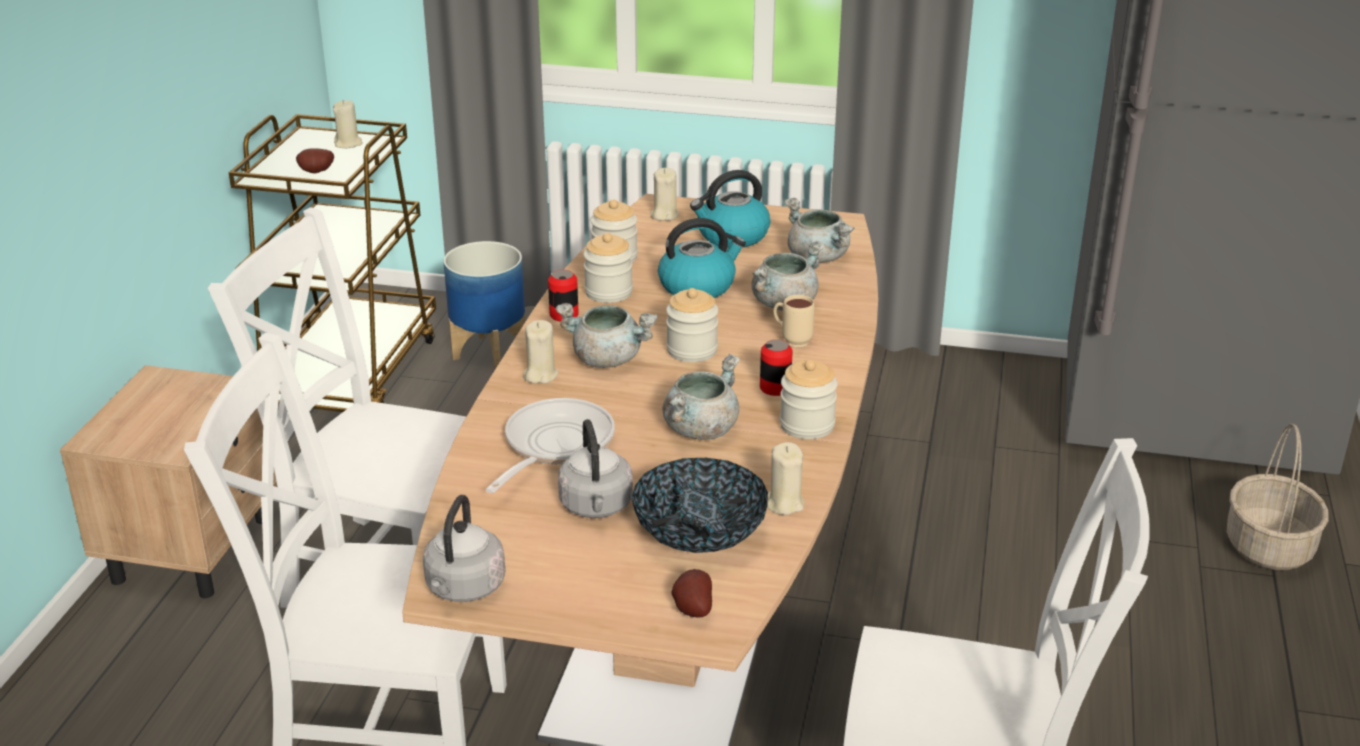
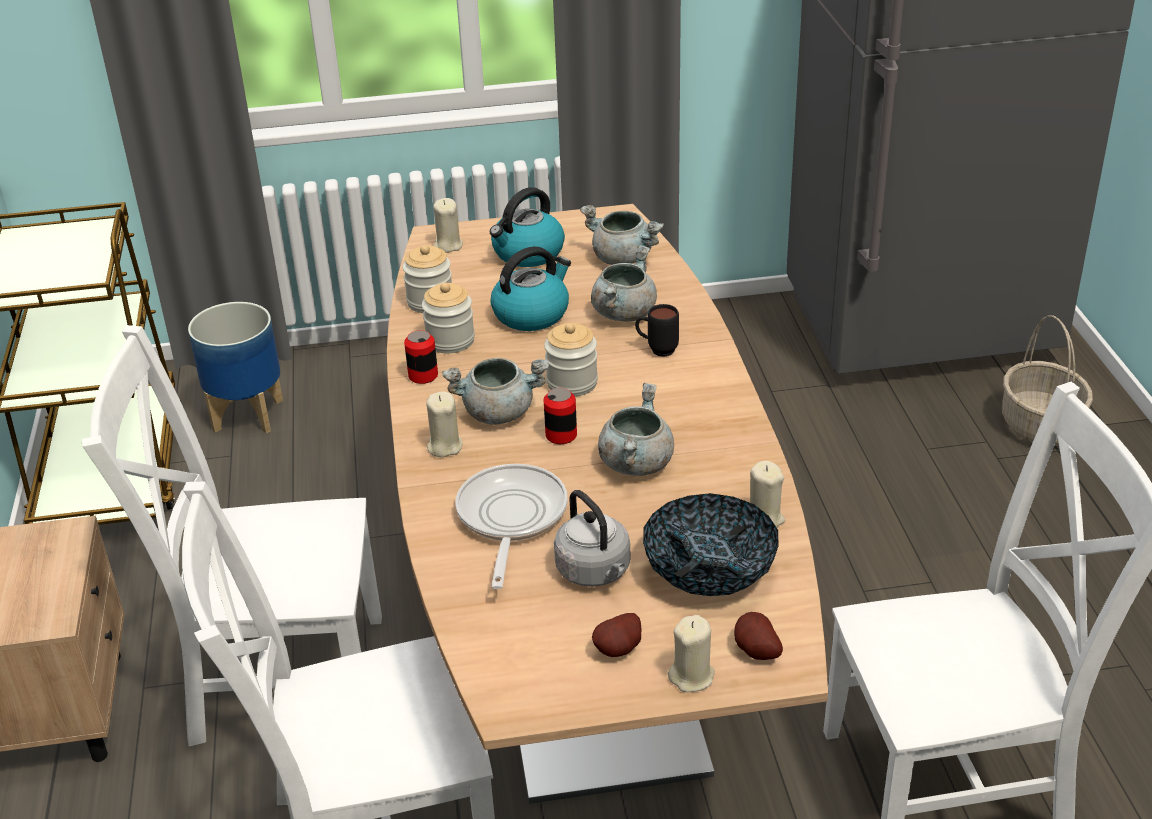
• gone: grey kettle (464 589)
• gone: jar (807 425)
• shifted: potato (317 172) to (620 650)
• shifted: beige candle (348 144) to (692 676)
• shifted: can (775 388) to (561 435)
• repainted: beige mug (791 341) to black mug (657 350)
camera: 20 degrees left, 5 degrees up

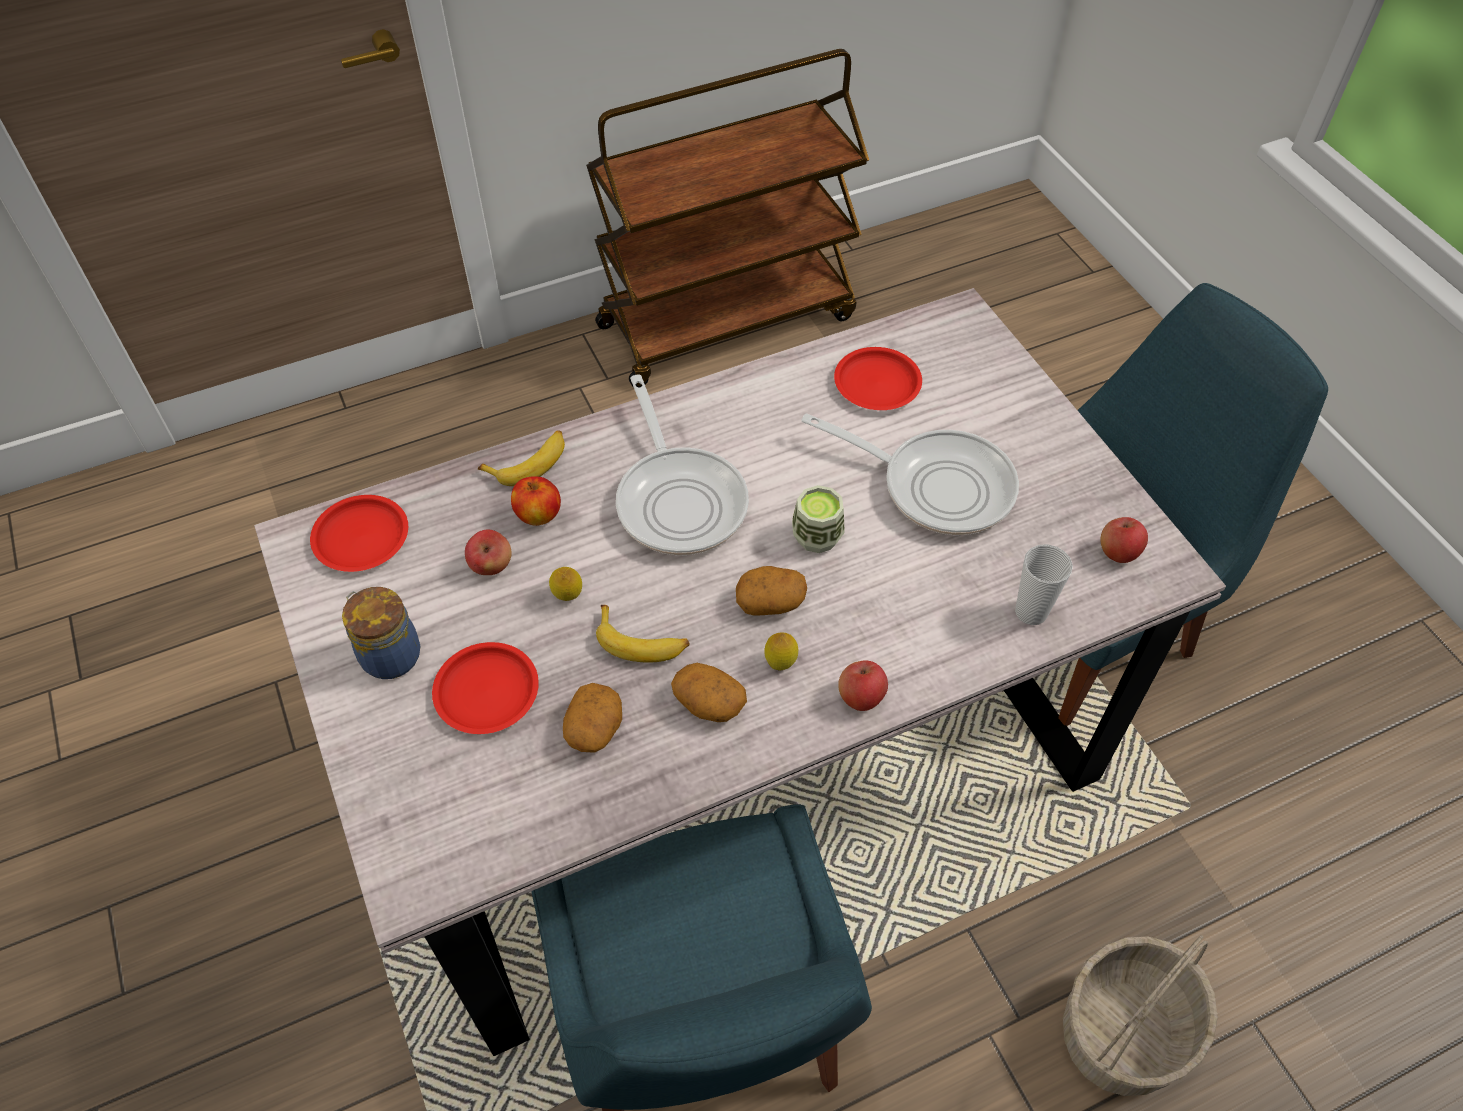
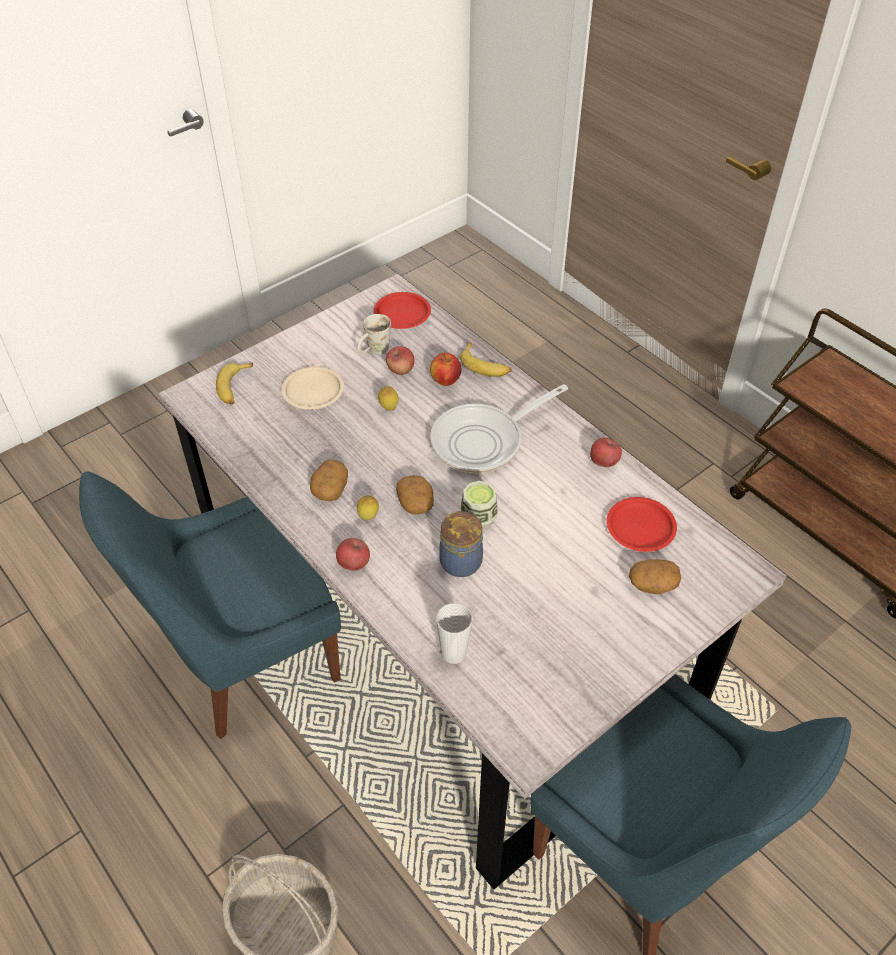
• gone: frying pan (936 485)
• new: white mug (374 351)
• shifted: jar (389 654) to (462 560)
• shifted: potato (594 729) to (652 584)
• shifted: banana (642 641) to (234 388)
• shifted: apple (1118 552) to (603 462)
• repainted: red plate (487 691) to beige plate (313 392)
camera: 75 degrees right, 5 degrees down

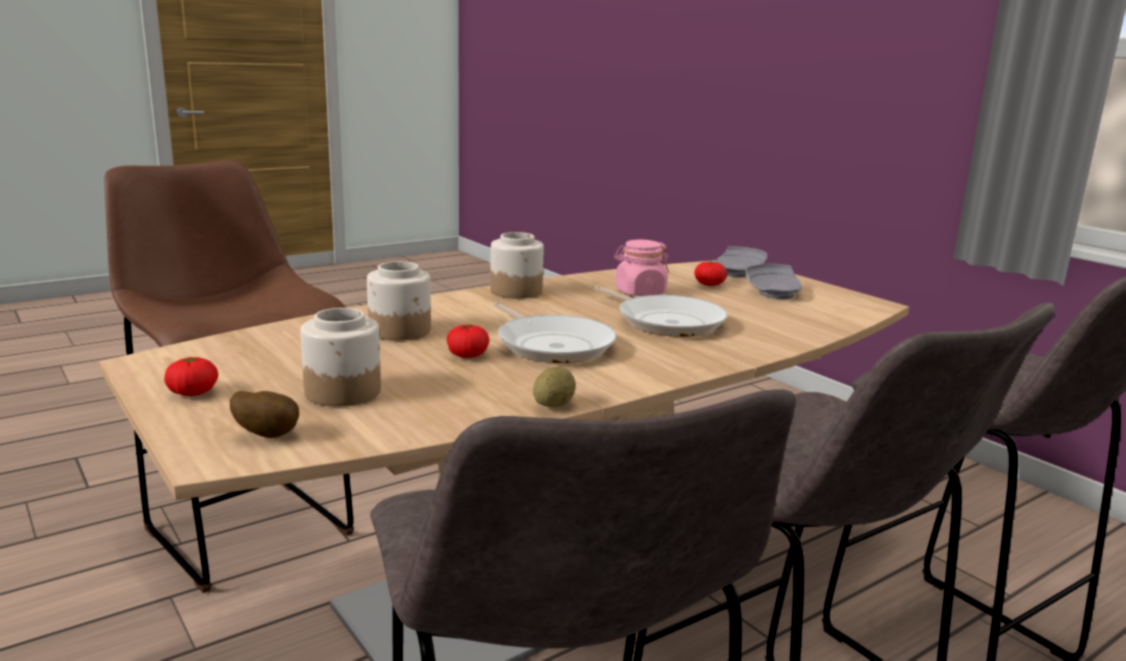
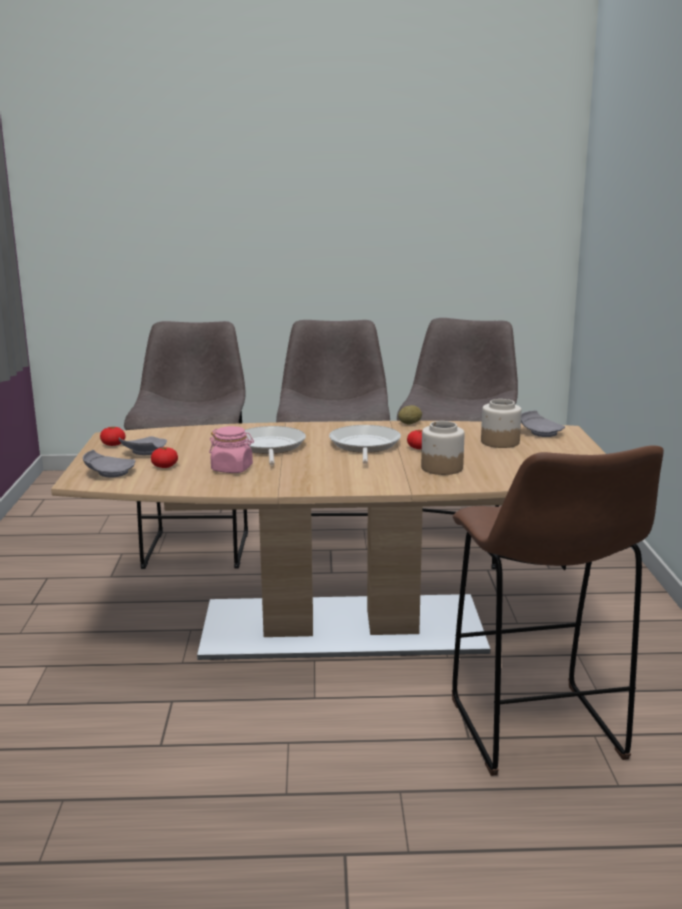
• gone: jar (516 291)
• shifted: tomato (193 393) to (113 444)
• swapped: potato (268 435) to grey plate (540 432)
camera: 145 degrees left, 0 degrees up

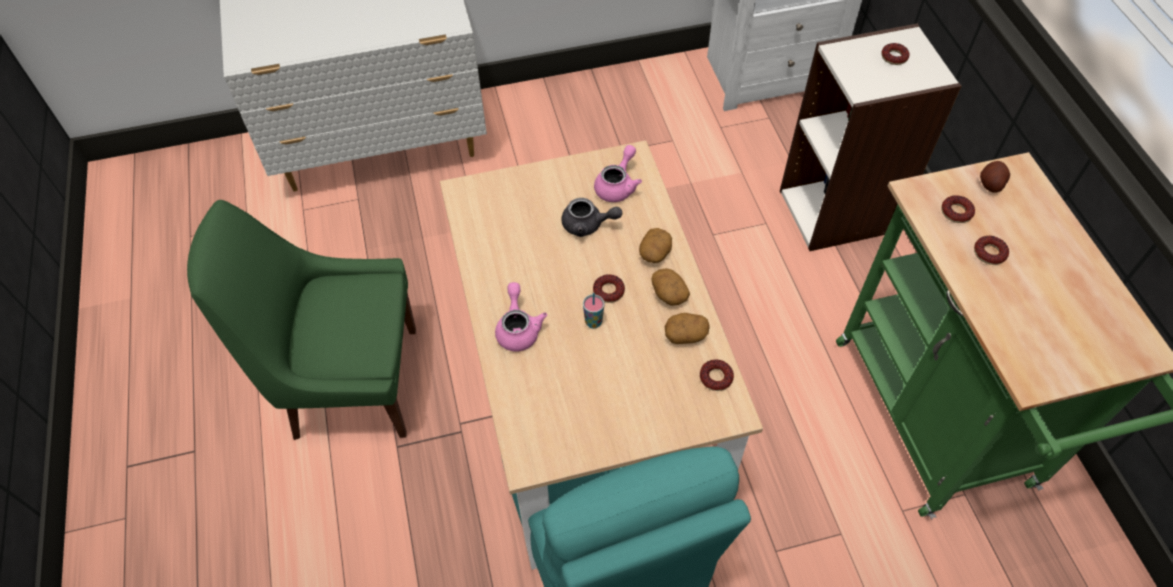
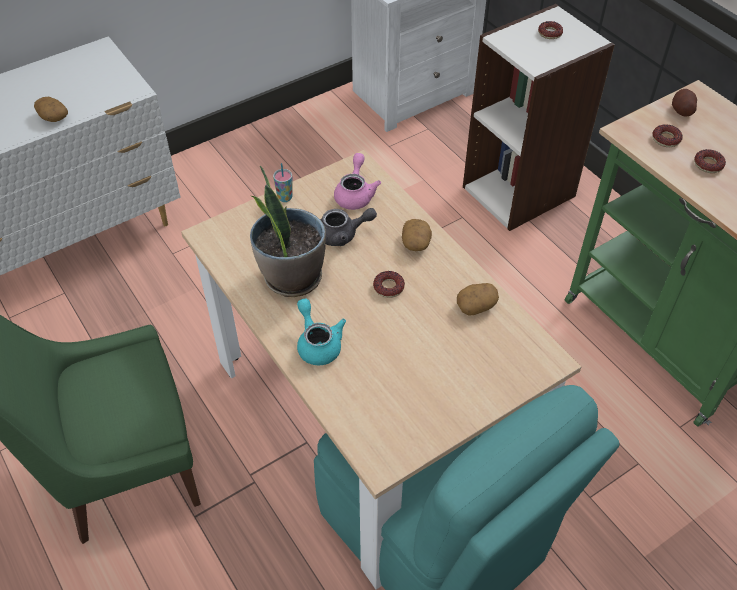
• gone: donut (716 377)
• new: potted plant (291 277)
• shifted: cup (593 322) to (285 197)
• shifted: potato (668 293) to (53 117)
• repainted: pink teapot (518 328) to turquoise teapot (318 343)
camera: 20 degrees left, 5 degrees down

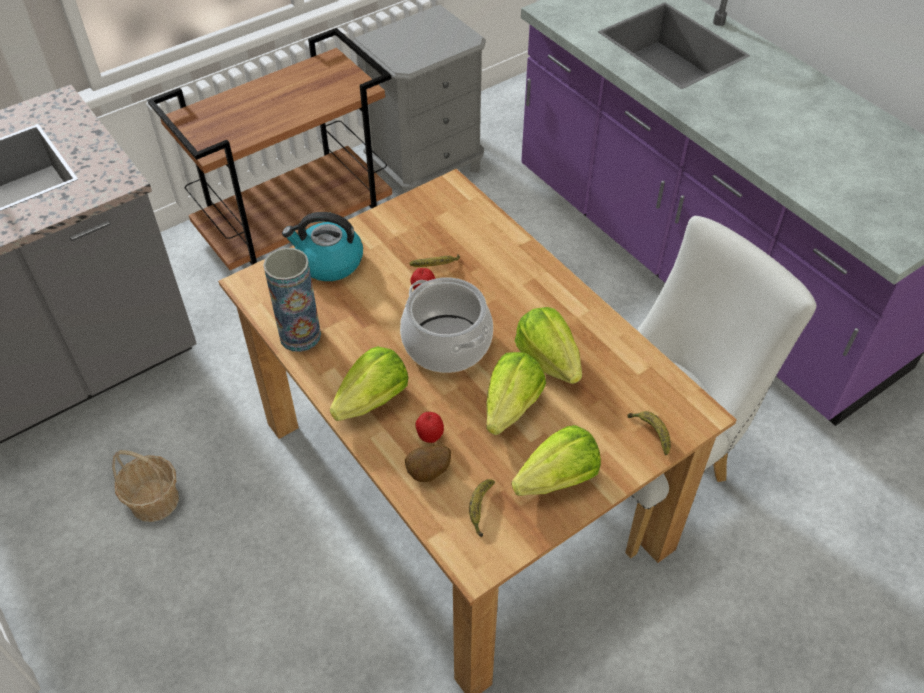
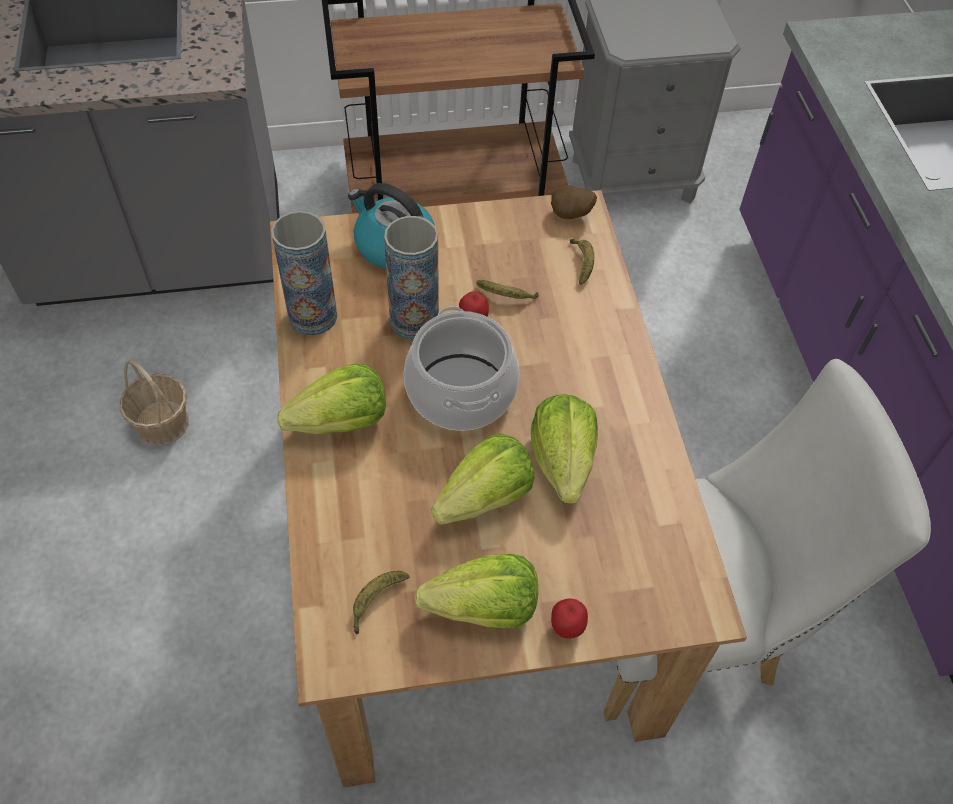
• new: vase (414 321)
• shifted: potato (429 473) to (570 216)
• shifted: apple (430 437) to (567 627)
• shifted: banana (651 433) to (582 263)
camera: 25 degrees right, 5 degrees up

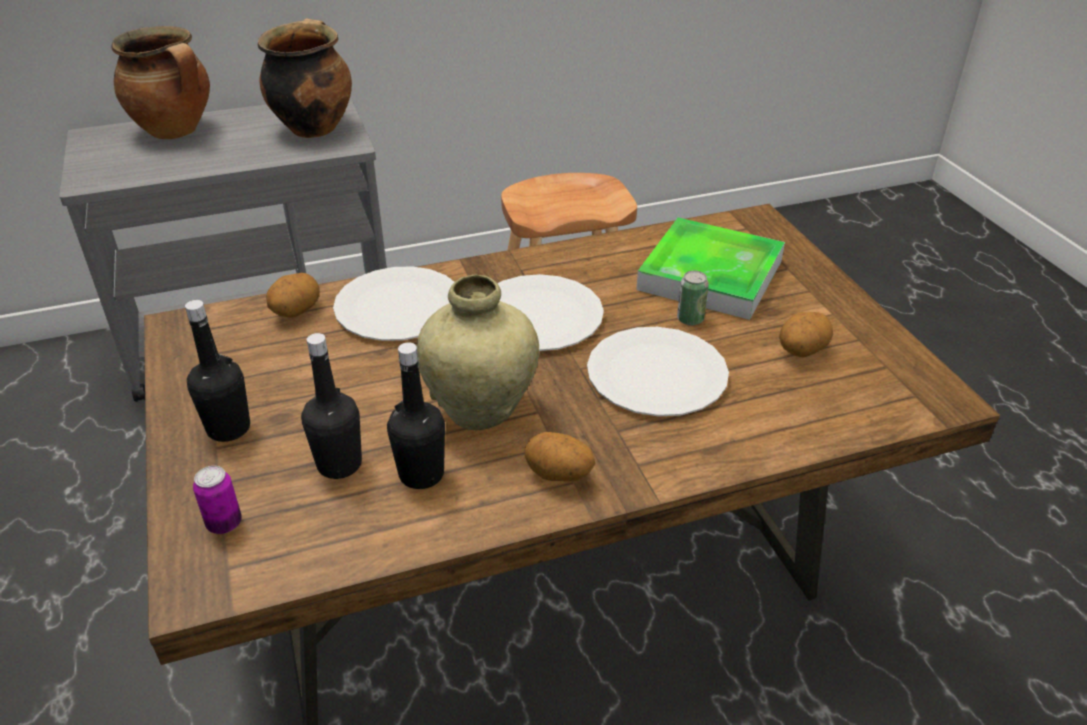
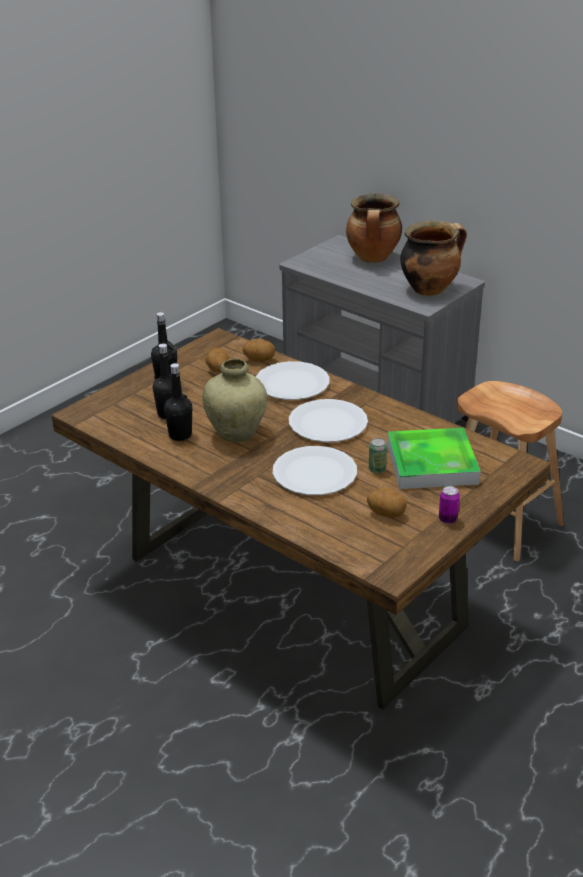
• shifted: can (224 523) to (448 519)
• shifted: potato (558 475) to (217 370)
camera: 60 degrees right, 5 degrees down

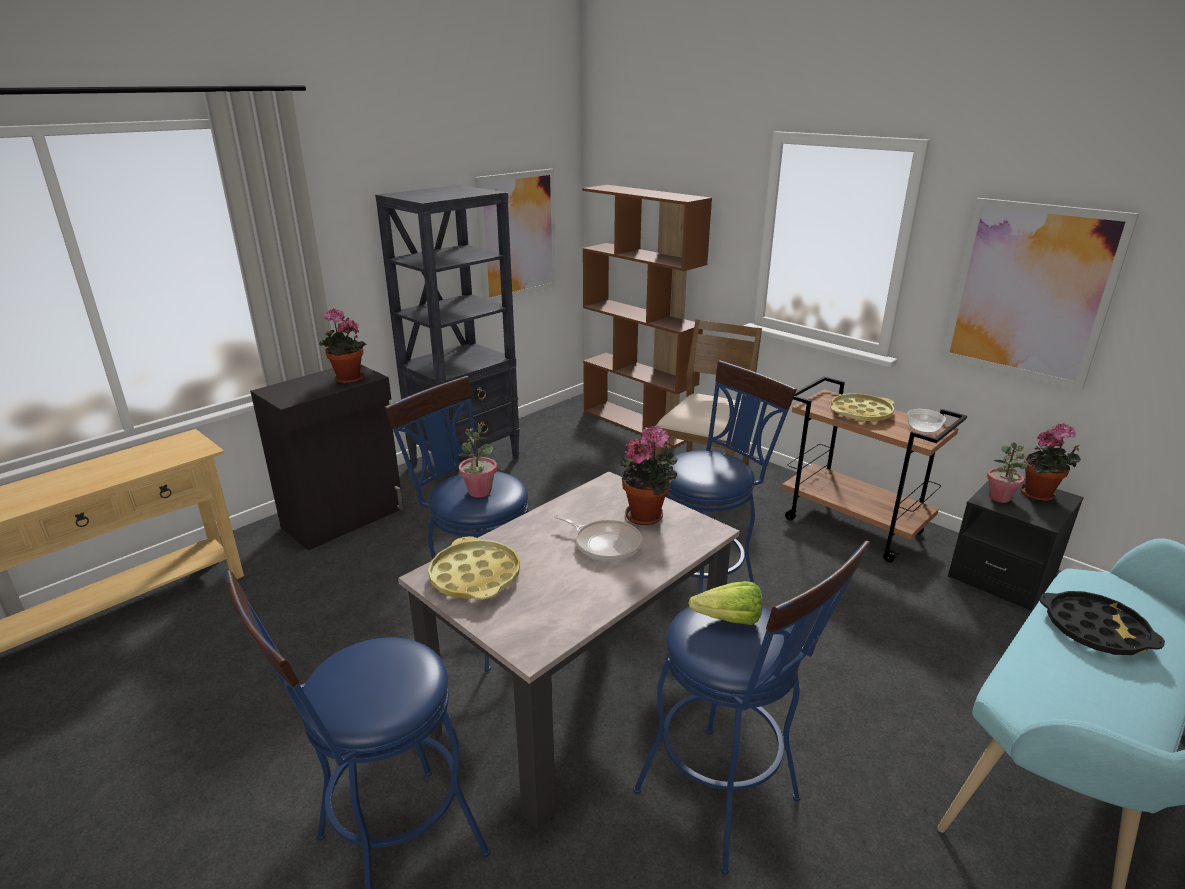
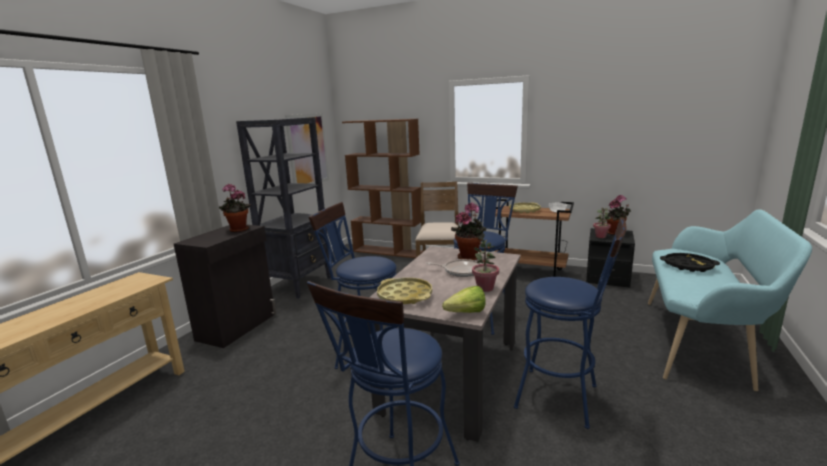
• gone: picture (1030 292)
• shifted: potted plant (479 492) to (485 288)
• shifted: lettuce (722 619) to (462 313)
camera: 20 degrees left, 10 degrees down

